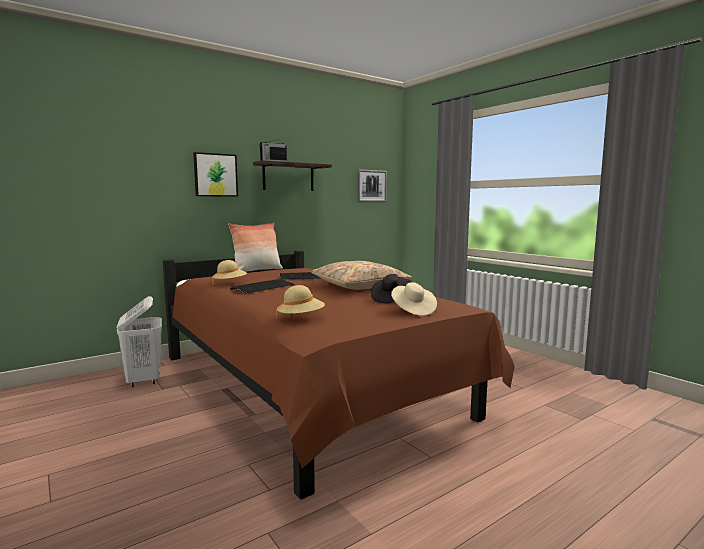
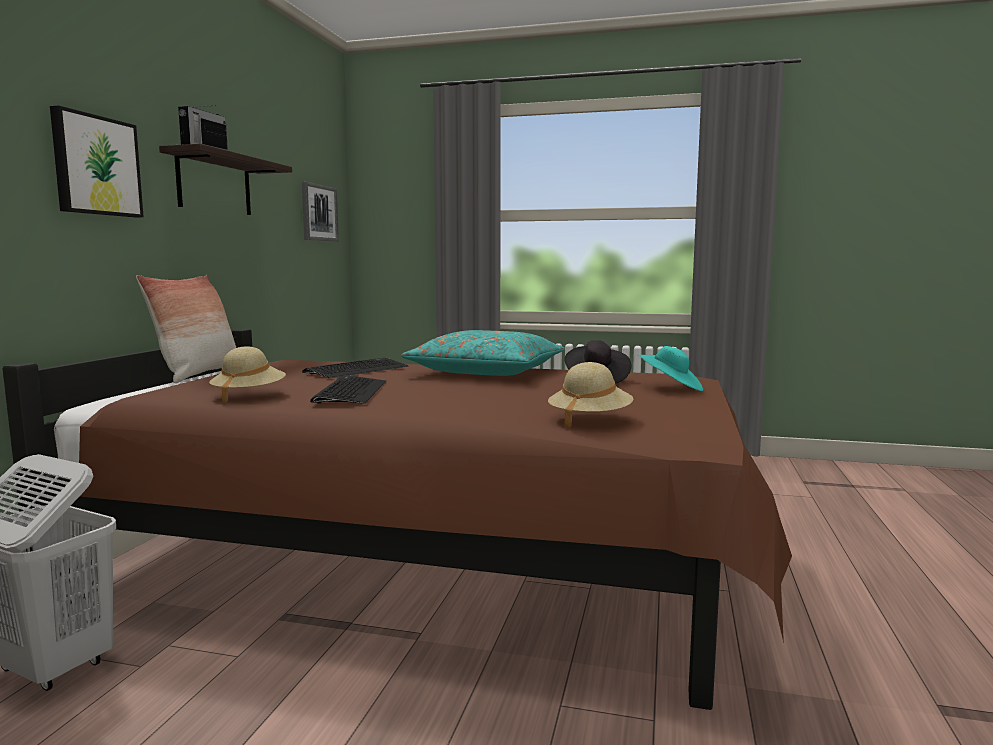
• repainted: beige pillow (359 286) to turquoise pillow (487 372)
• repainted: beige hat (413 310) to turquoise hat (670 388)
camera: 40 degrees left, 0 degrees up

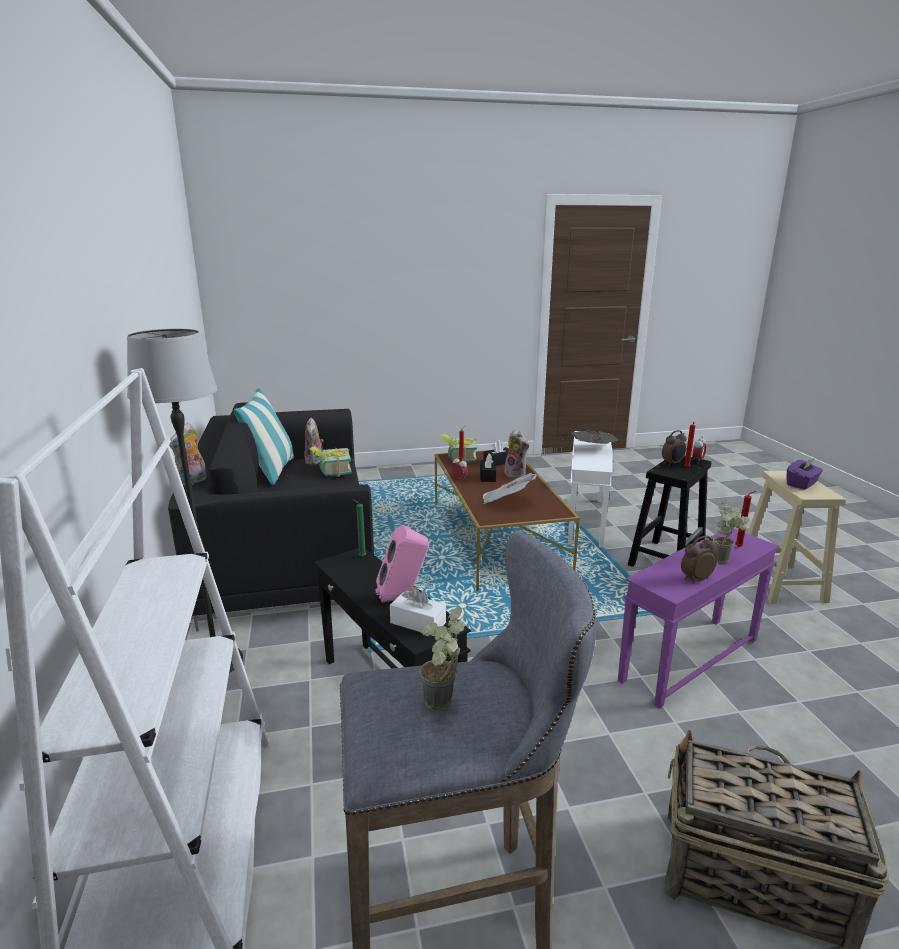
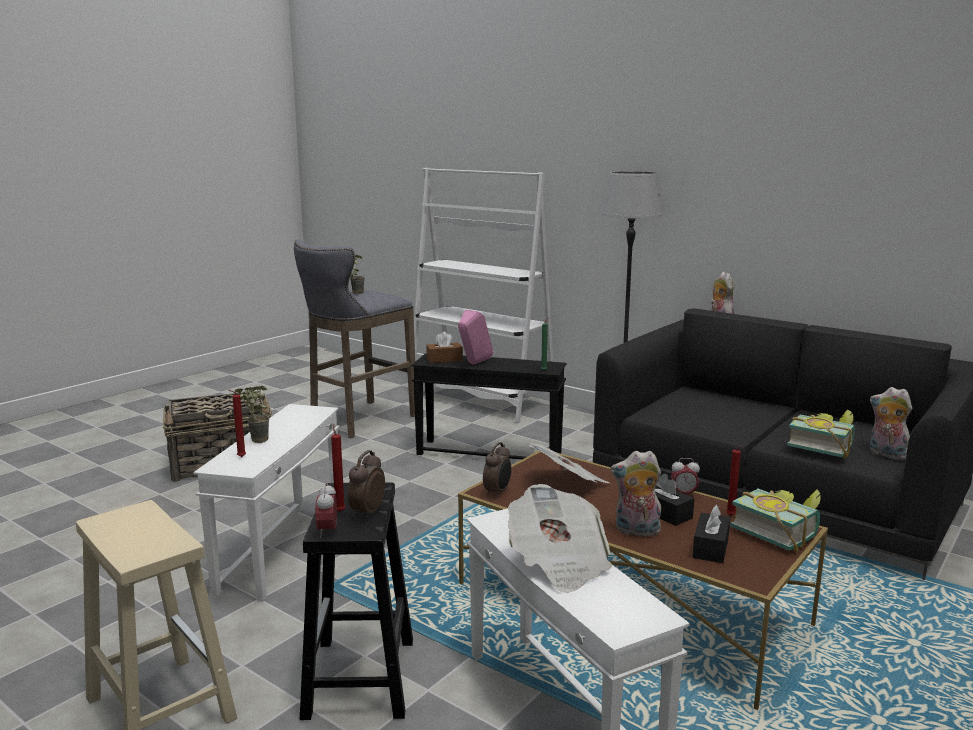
• gone: pillow (271 471)
• gone: purple tissue box (802 484)
• shifted: alarm clock (695 579) to (498 492)
• repainted: white tissue box (418 622) to brown tissue box (444 359)
• repainted: purple side table (688 659) to white side table (283 550)
camera: 140 degrees right, 5 degrees down

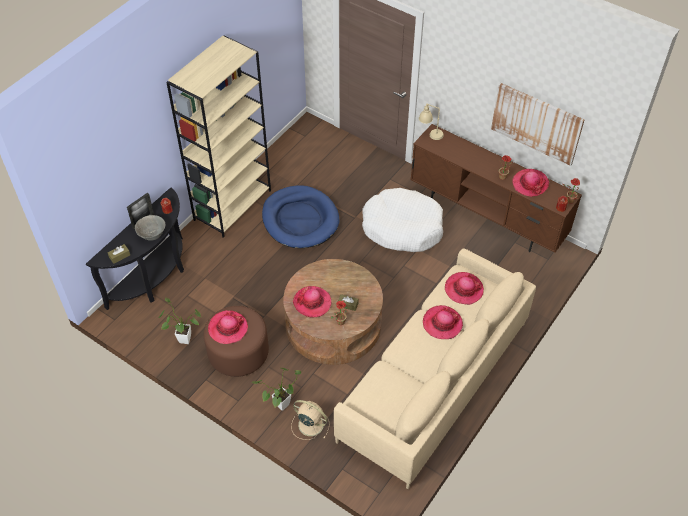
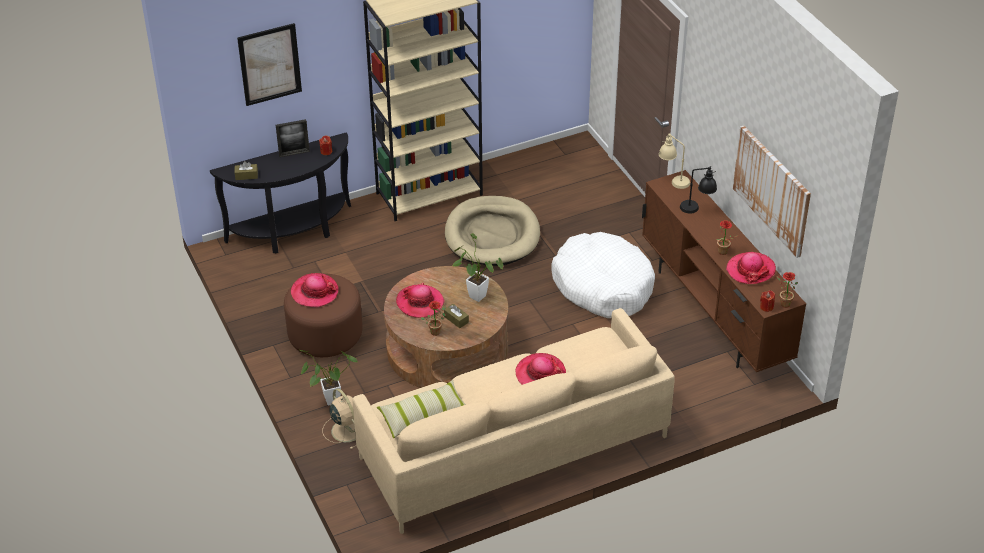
• gone: grey bowl (152 235)
• gone: hat (463 289)
• new: picture (270 64)
• new: pillow (423 416)
• new: black table lamp (697 209)
• shifted: potted plant (182 339) to (474 295)
• repainted: blue dog bed (300 219) to beige dog bed (492 235)
camera: 30 degrees right, 10 degrees down

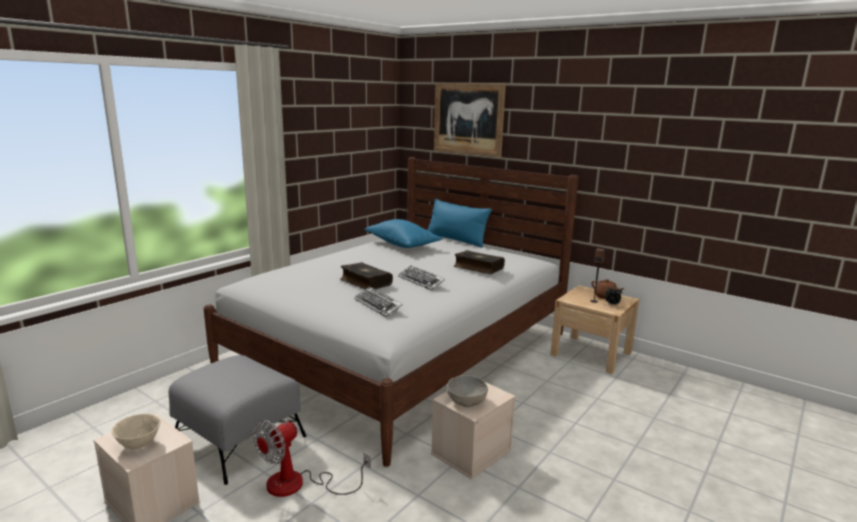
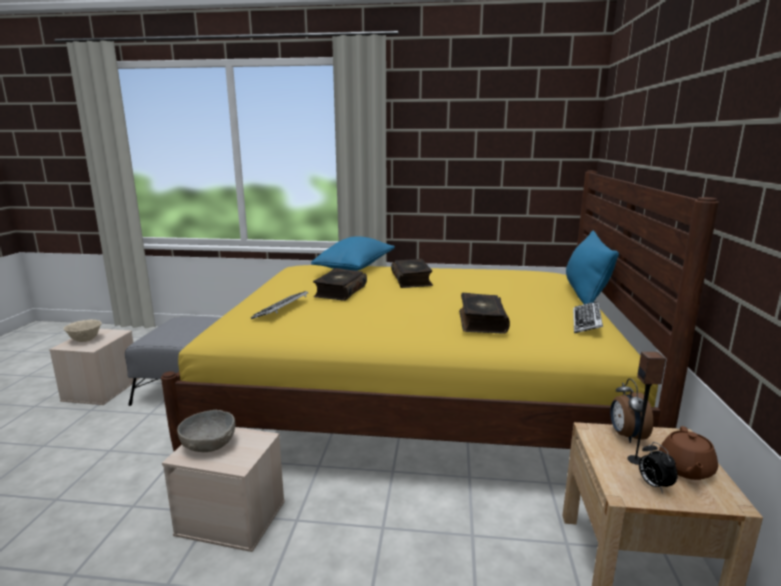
• gone: fan (298 485)
• gone: picture (468 119)
• new: book (412 280)
• new: alarm clock (626 435)
• shifted: blue pillow (402 245) to (356 268)
• shifted: keyboard (421 281) to (587 322)
• repainted: white bed (402 352) to yellow bed (415 400)
camera: 60 degrees right, 0 degrees up

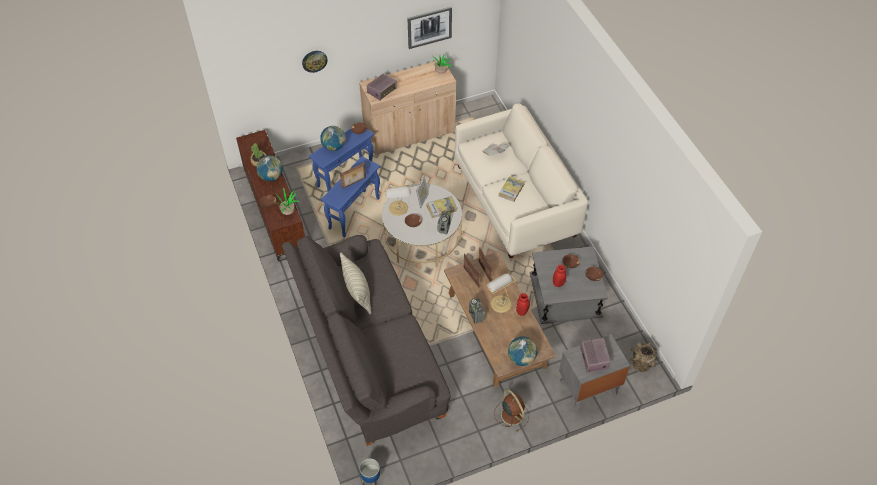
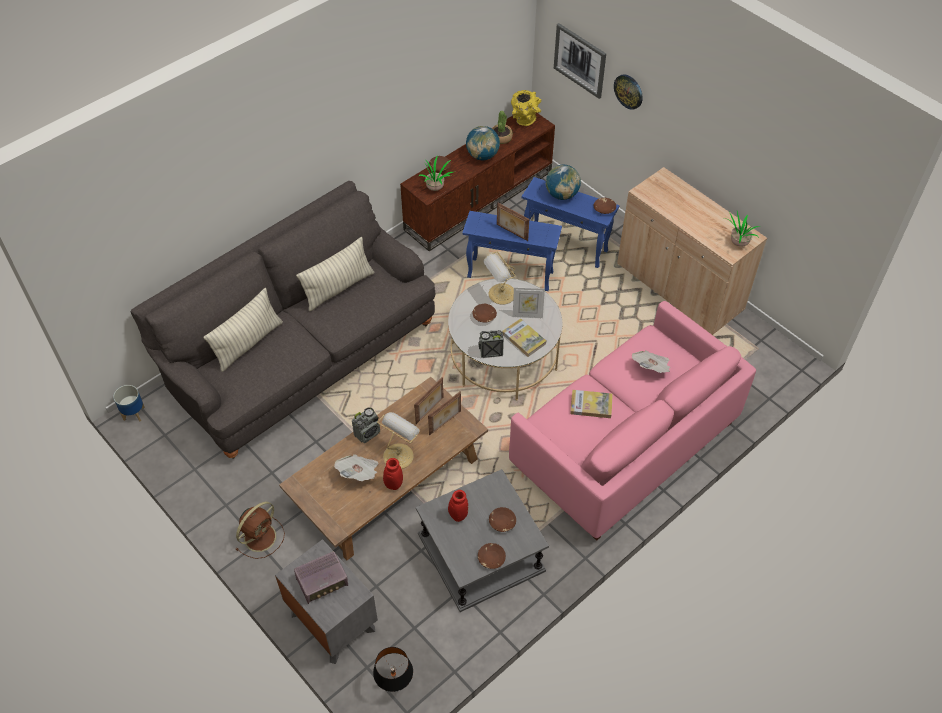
• gone: radio (382 91)
• gone: globe (521 358)
• new: pillow (248 343)
• new: newspaper (359 473)
• new: yellow vase (524 122)
• shifted: picture (429 27) to (580 60)
• swapped: brown vase (640 363) to black table lamp (395 684)
• repainted: white sofa (515 200) to pink sofa (624 444)
camera: 70 degrees right, 0 degrees up

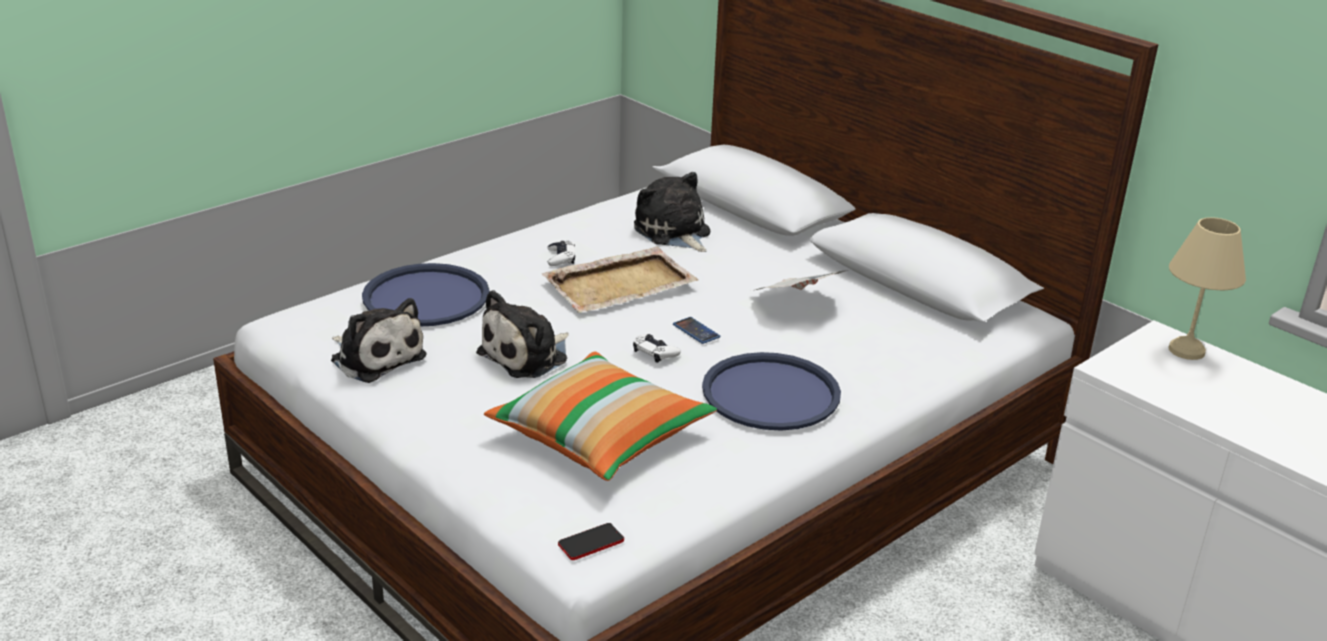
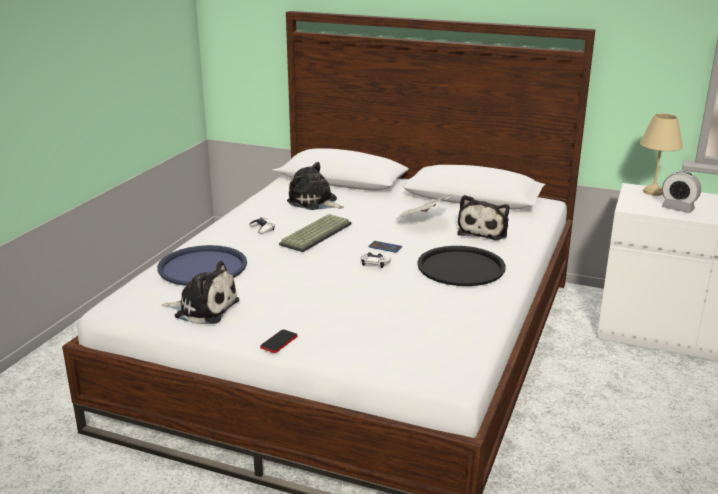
• gone: pillow (600 437)
• new: alarm clock (678 208)
• shifted: plush toy (527 356) to (484 231)
• shifted: phone (591 543) to (279 342)
• swapped: beige tray (621 284) to keyboard (315 233)
• repainted: blue tray (771 393) to black tray (461 267)
camera: 25 degrees left, 5 degrees down

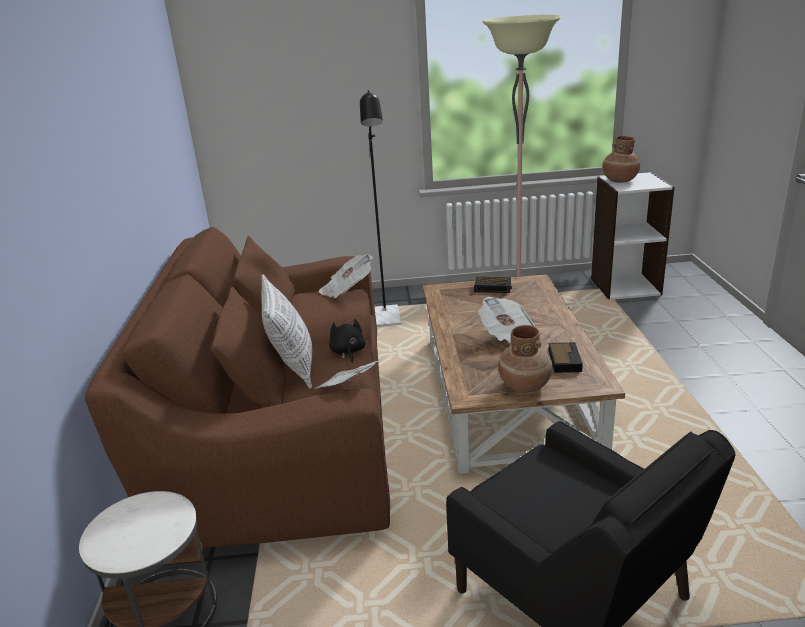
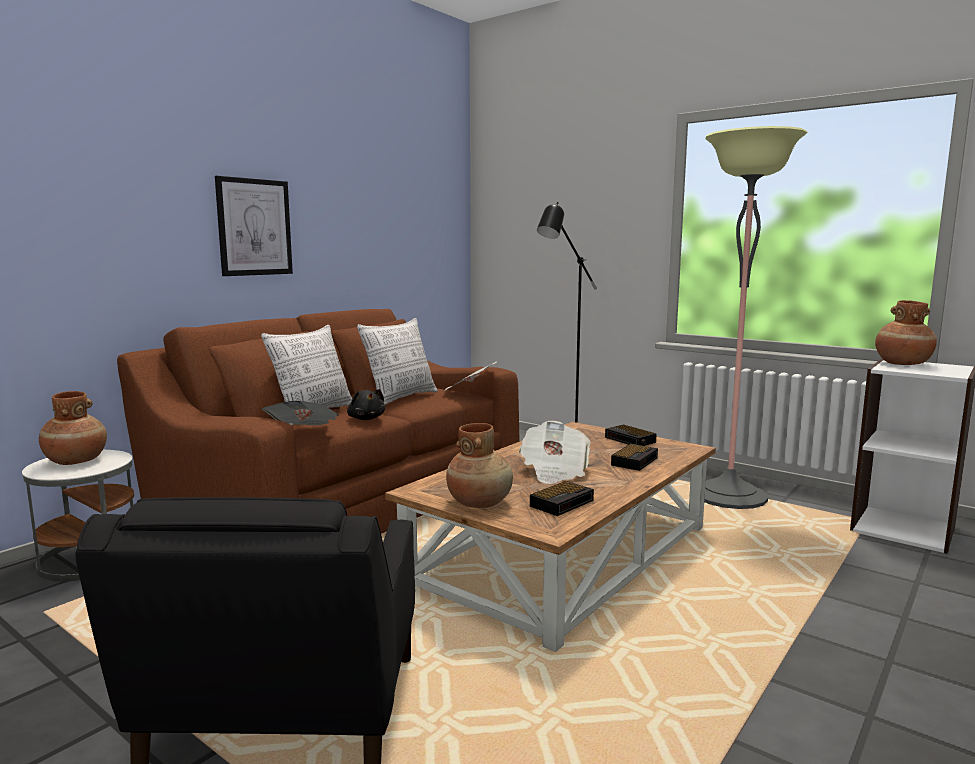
• new: brown vase (76 461)
• new: picture (254 227)
• new: pillow (400 398)
• new: alarm clock (635 461)
• rotated: black plush toy (348 352) = (366 419) 120 degrees clockwise
camera: 40 degrees right, 15 degrees down

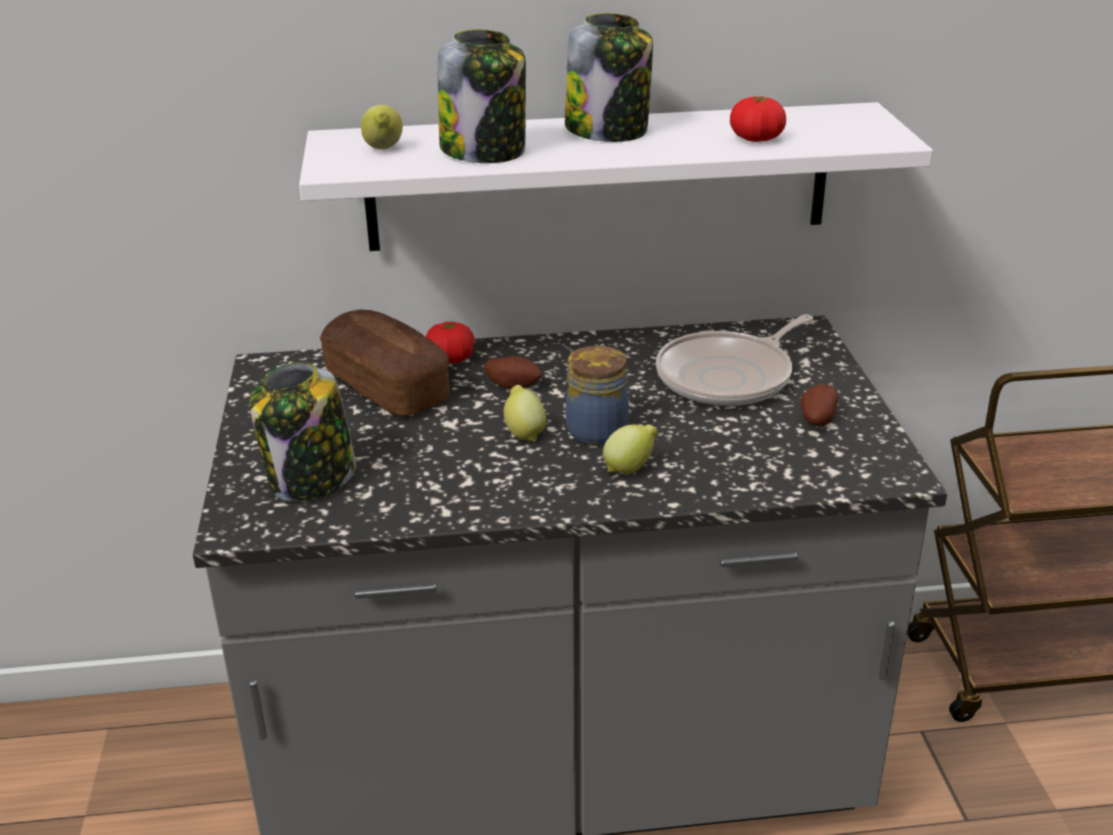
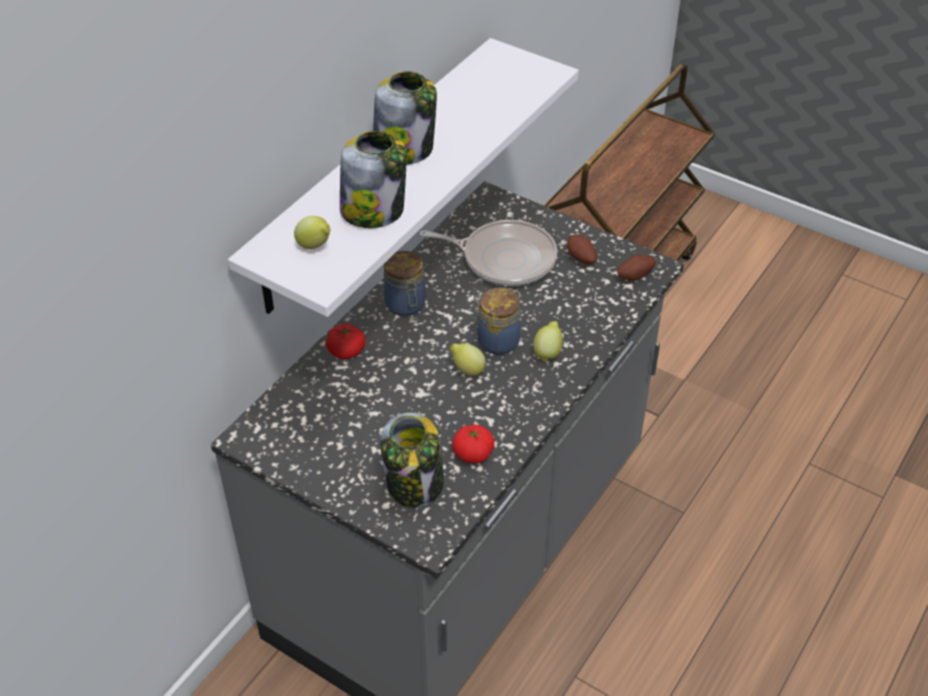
• gone: bread (386 387)
• new: jar (406 305)
• shifted: potato (514 385) to (634 275)
• shifted: tomato (756 139) to (473 453)
• rotated: frying pan (729 377) = (504 258) 75 degrees counterclockwise
camera: 50 degrees left, 15 degrees up

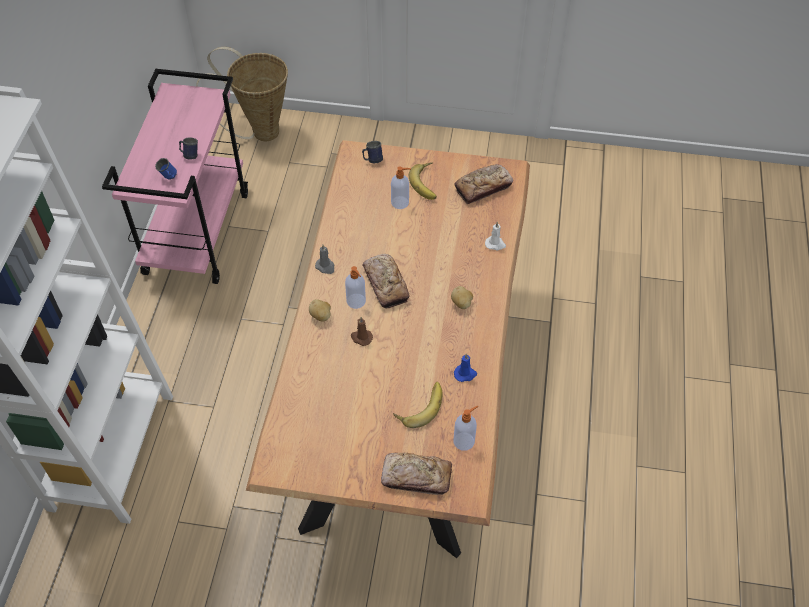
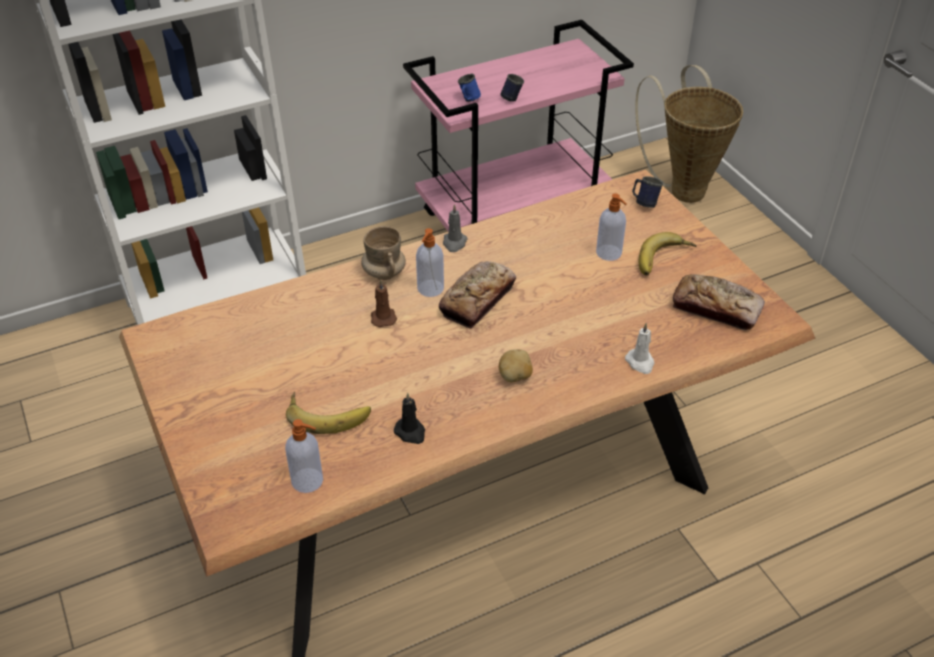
• gone: bread (416 477)
• swapped: potato (321 316) to beige mug (384 272)
• repainted: blue candle (465 374) to black candle (410 432)
camera: 55 degrees right, 10 degrees down

